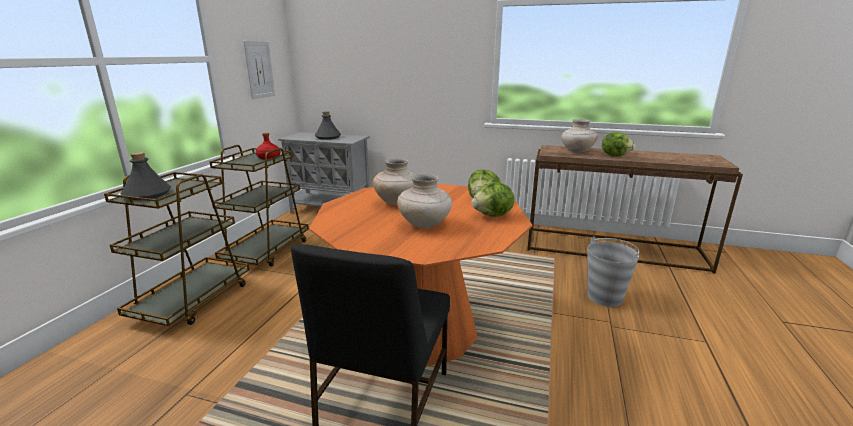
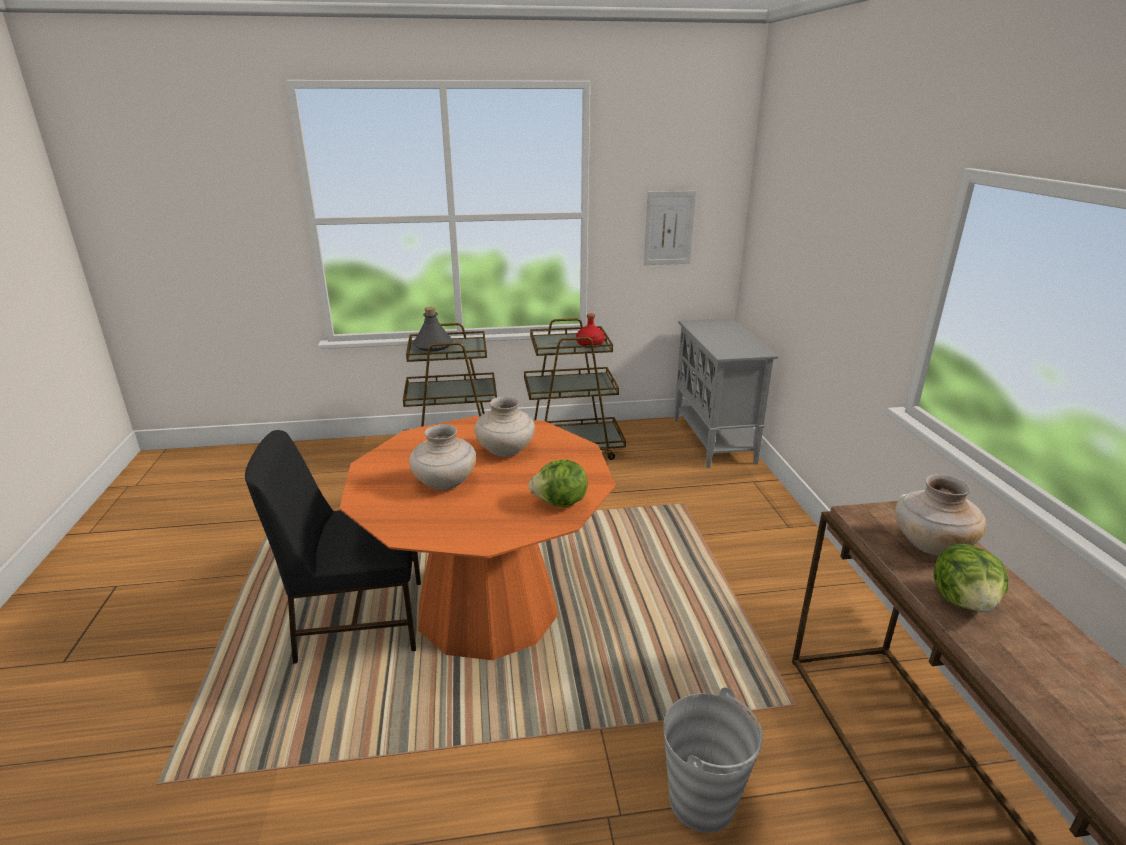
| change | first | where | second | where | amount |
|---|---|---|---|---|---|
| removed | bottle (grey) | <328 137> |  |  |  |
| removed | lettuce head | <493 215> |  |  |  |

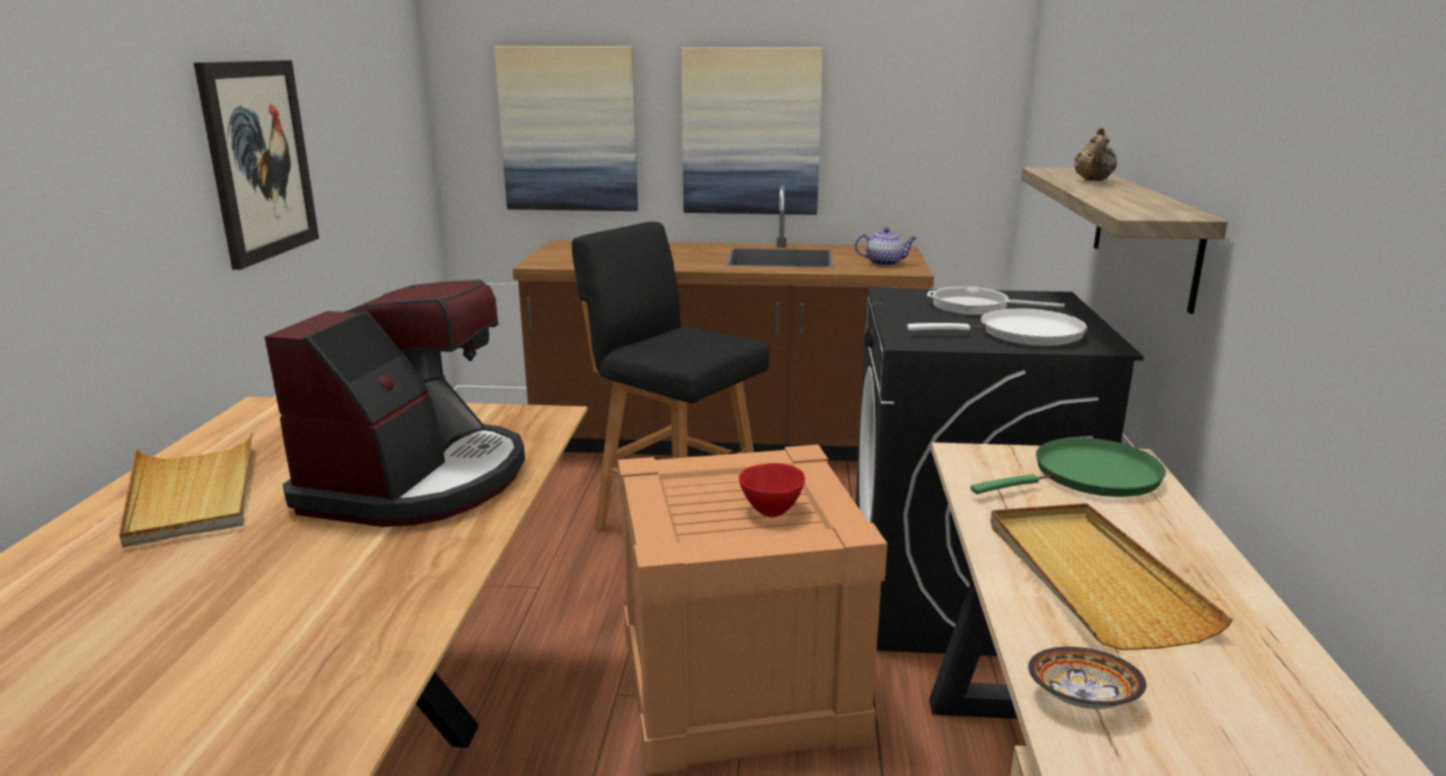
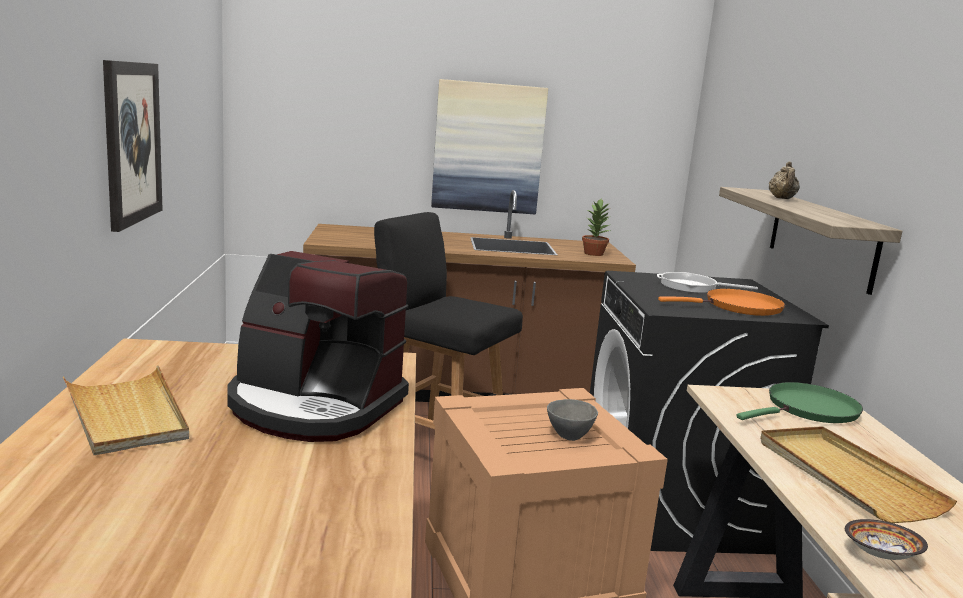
| change | first | where | second | where | amount |
|---|---|---|---|---|---|
| turned | coffee machine | <418 481> |  | <314 406> | 105 degrees clockwise |
| recoloured | bowl (red-coloured) | <771 511> | bowl (grey) | <569 436> |  |
| replaced | pot for tea | <885 263> | potted plant | <594 253> |  |
| recoloured | skillet (white-coloured) | <1023 334> | skillet (orange-coloured) | <738 307> |  |
| removed | wall art | <569 129> |  |  |  |

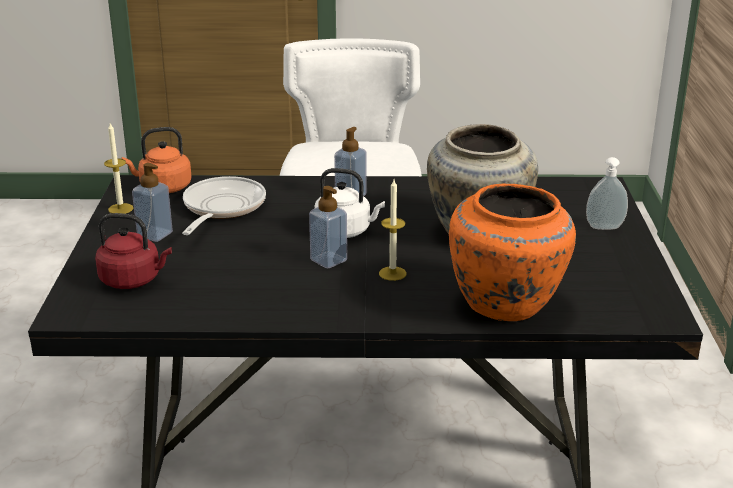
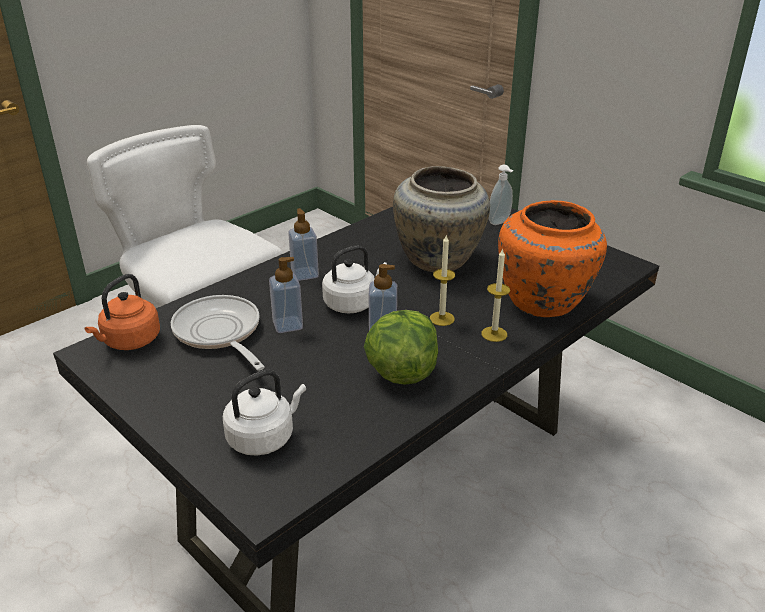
| change | first | where | second | where | amount |
|---|---|---|---|---|---|
| recoloured | kettle (red-coloured) | <133 280> | kettle (white-coloured) | <264 437> |  |
| moved | liquid soap bottle | <155 234> |  | <287 325> |  |
| added |  |  | lettuce head | <401 372> |  |
| moved | wax candle | <120 209> |  | <494 334> |  |

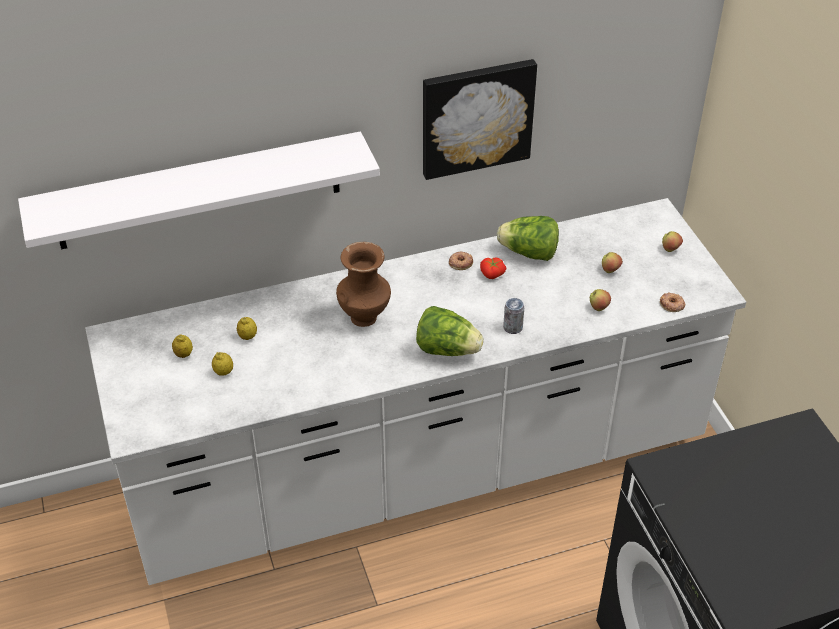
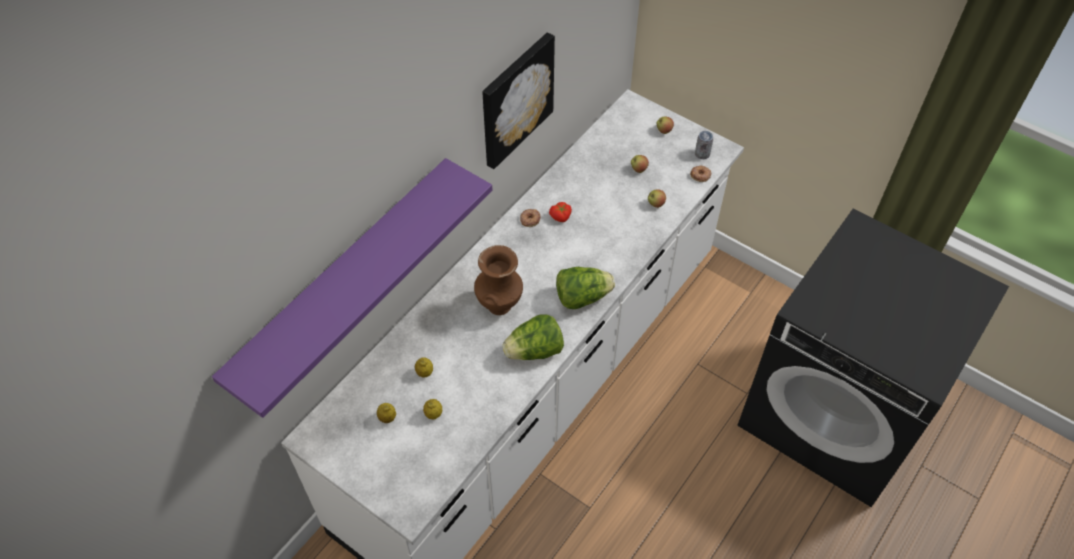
| change | first | where | second | where | amount |
|---|---|---|---|---|---|
| recoloured | bracket shelf (white-coloured) | <199 191> | bracket shelf (purple-coloured) | <343 278> |  |
| moved | lettuce head | <529 253> |  | <534 351> |  |
| moved | can | <512 328> |  | <702 154> |  |

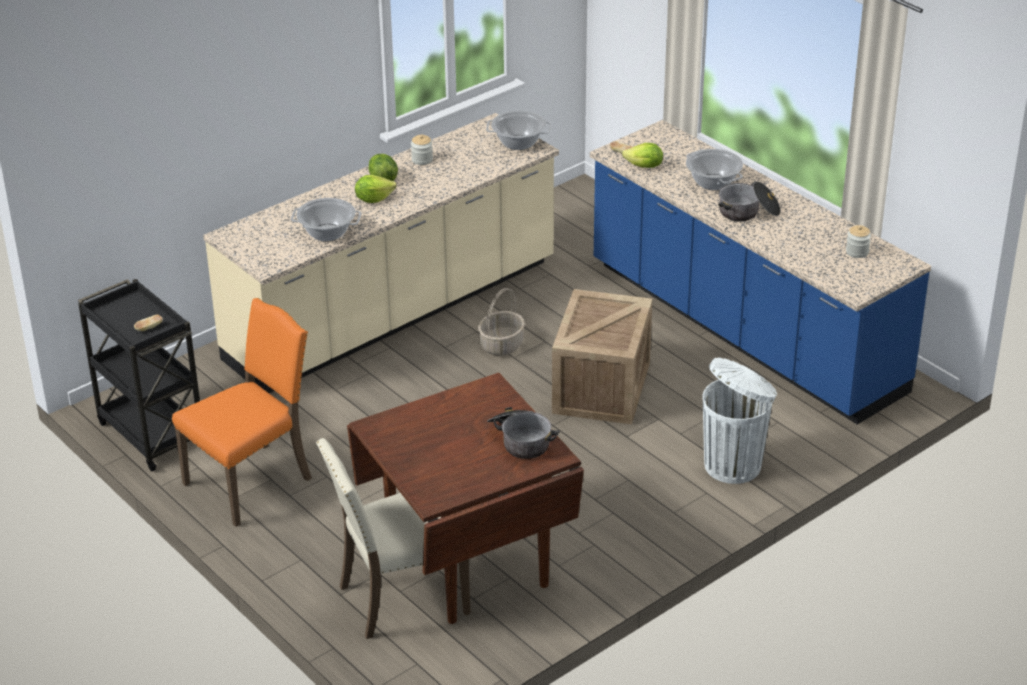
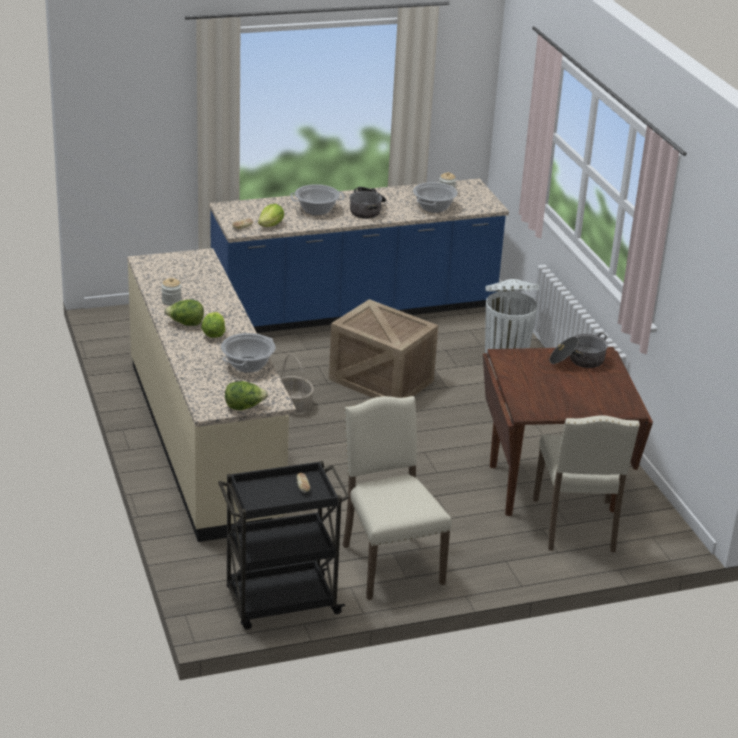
| change | first | where | second | where | amount |
|---|---|---|---|---|---|
| added |  |  | lettuce head | <244 407> |  |
| recoloured | chair (orange-coloured) | <252 481> | chair (beige) | <389 563> |  |
| moved | cooking pot | <518 143> |  | <434 207> |  |

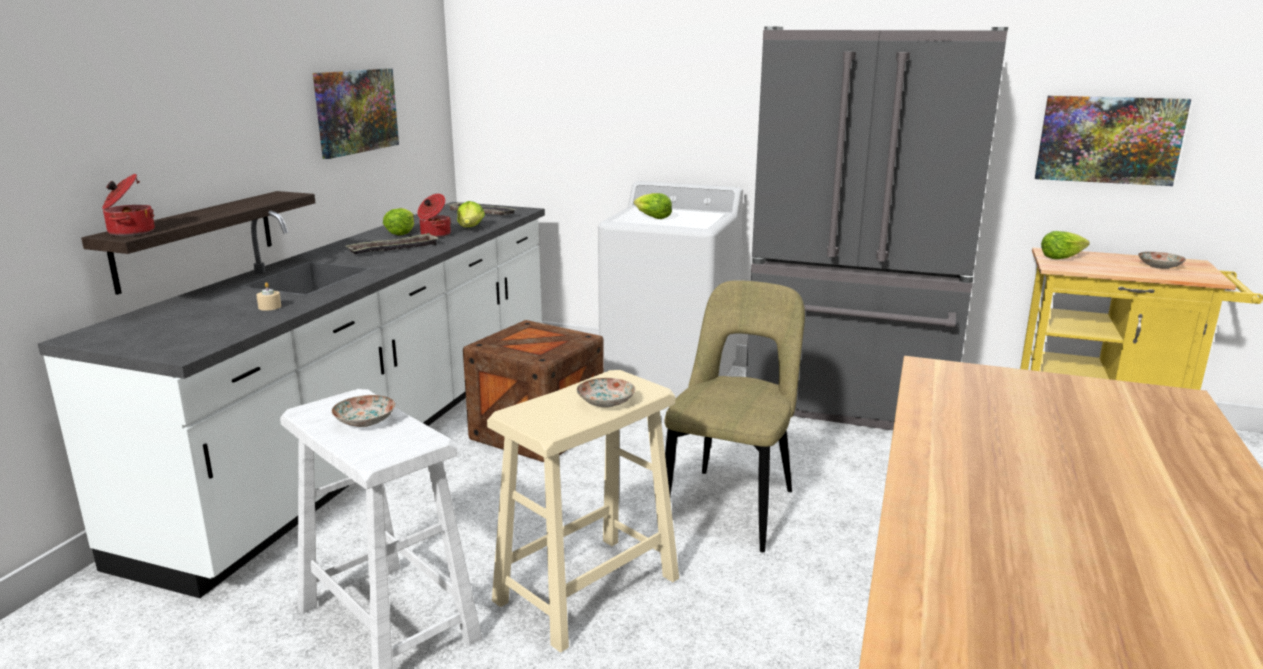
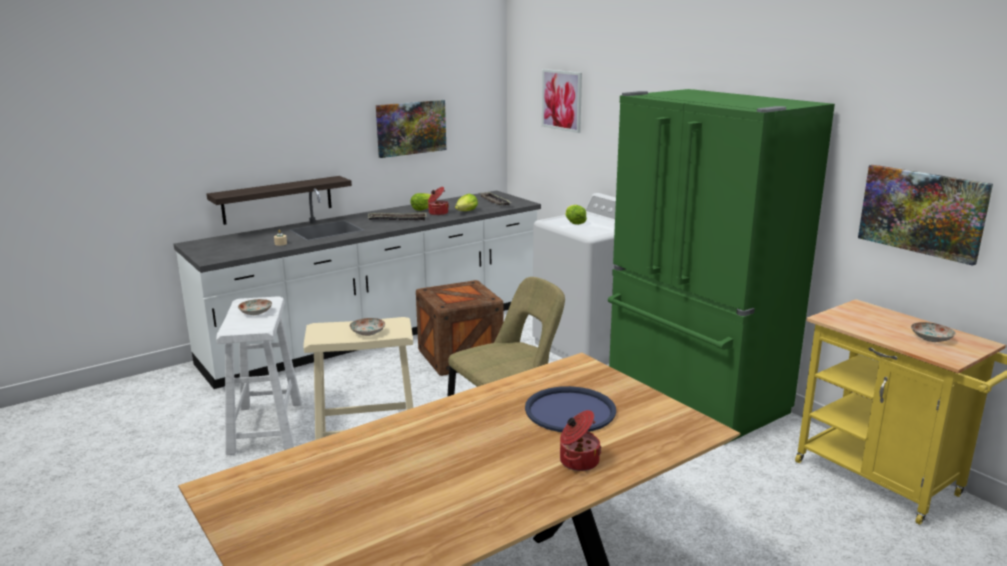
| change | first | where | second | where | amount |
|---|---|---|---|---|---|
| added |  |  | carrying tray (bluish) | <570 411> |  |
| added |  |  | wall art | <562 100> |  |
| moved | cooking pot | <130 232> |  | <578 461> |  |
| recoloured | kitchen fridge (grey) | <849 405> | kitchen fridge (green) | <693 399> |  |
| removed | lettuce head | <1061 257> |  |  |  |

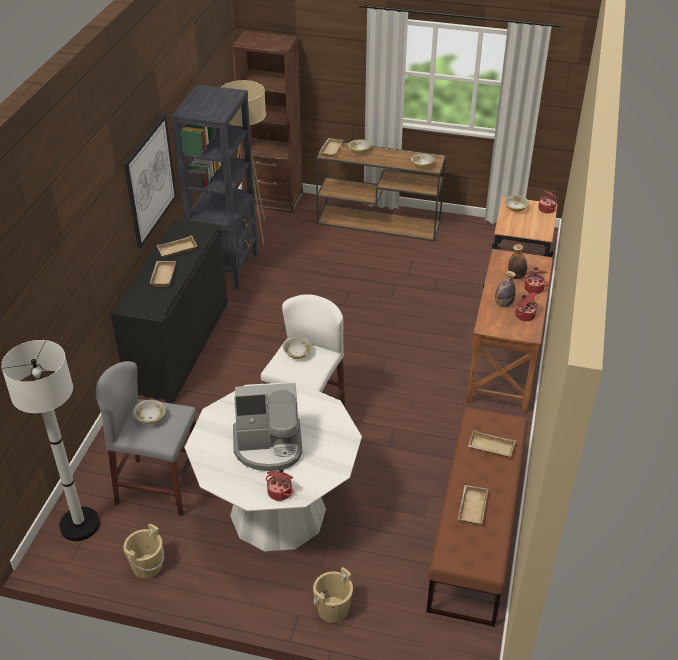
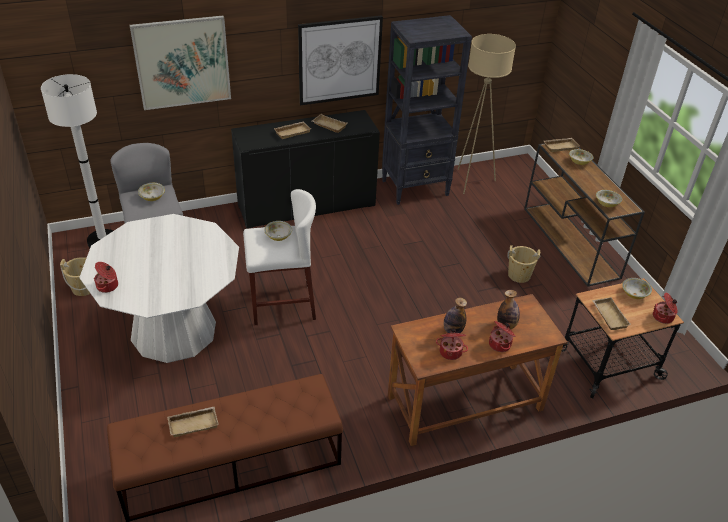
| change | first | where | second | where | amount |
|---|---|---|---|---|---|
| added |  |  | wall art | <182 62> |  |
| moved | bucket (beige) | <333 609> |  | <519 275> |  |
| moved | carrying tray (beige) | <490 448> |  | <608 316> |  |
| removed | bookshelf (brownish) | <273 199> |  |  |  |
| removed | coffee machine | <269 446> |  |  |  |

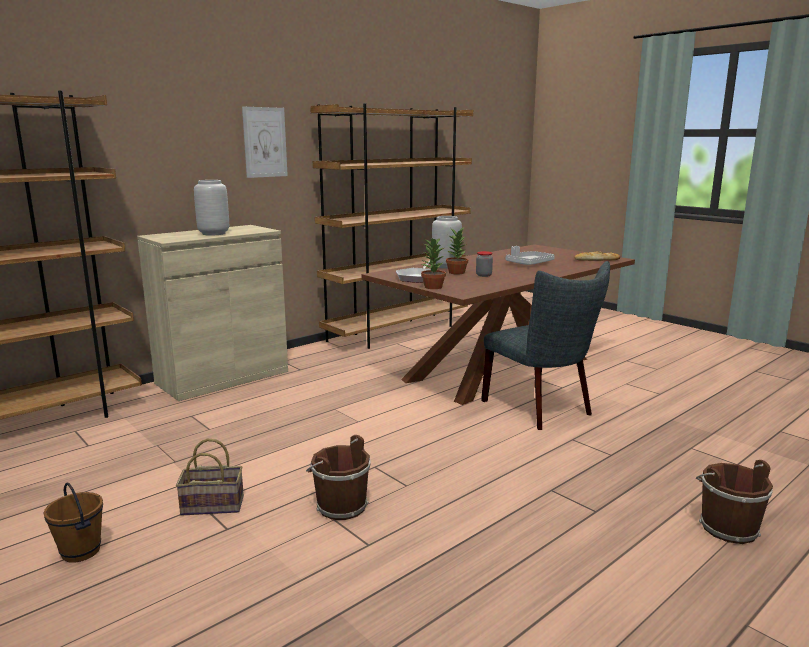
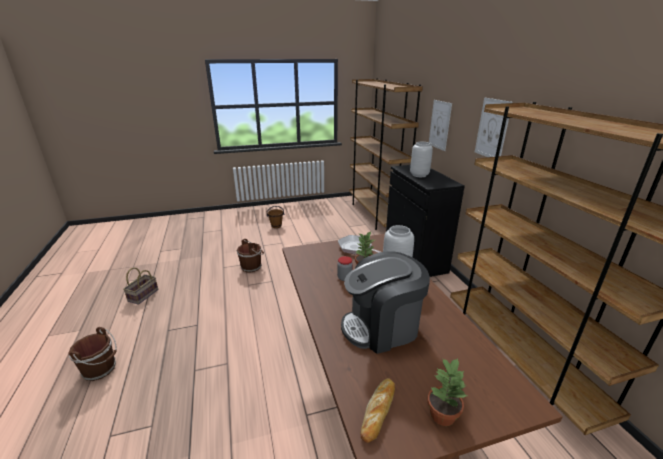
| change | first | where | second | where | amount |
|---|---|---|---|---|---|
| moved | storage basket | <214 505> |  | <143 296> |  |
| replaced | carrying tray (grey) | <529 264> | coffee machine | <382 327> |  |
| recoloured | storage cabinet (beige) | <223 377> | storage cabinet (black-coloured) | <414 257> |  |
| moved | potted plant | <432 287> |  | <442 414> |  |
| added |  |  | wall art | <439 125> |  |
| removed | chair (grey) | <542 409> |  |  |  |

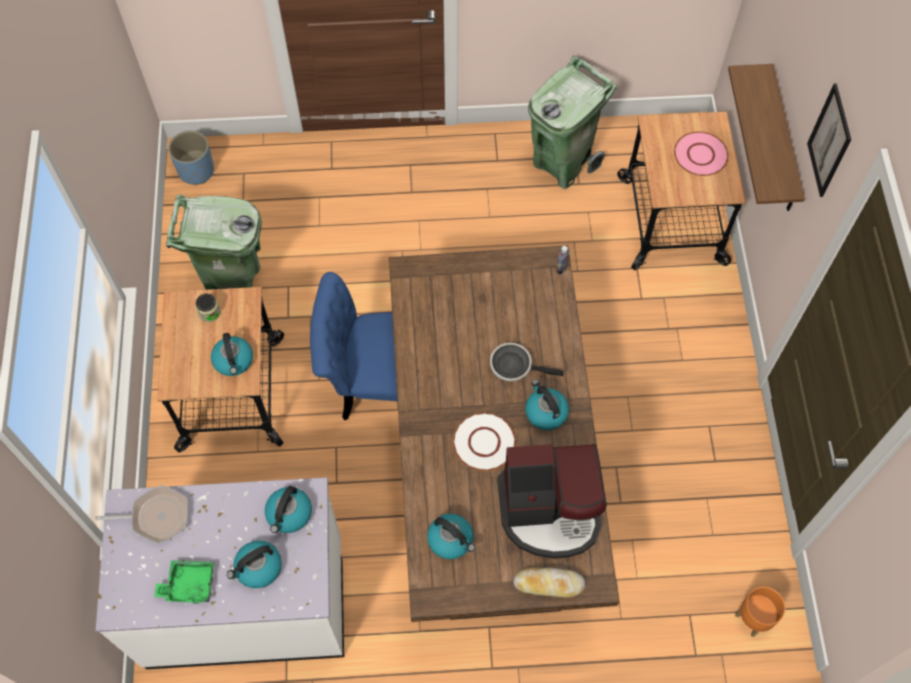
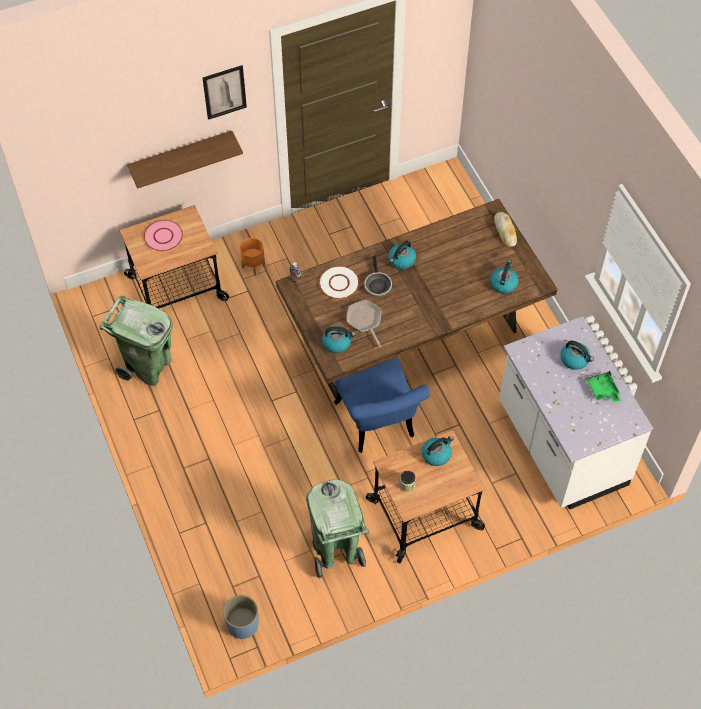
| change | first | where | second | where | amount |
|---|---|---|---|---|---|
| moved | plant pot (orange-coloured) | <754 619> |  | <253 265> |  |
| moved | plate (white-coloured) | <483 442> |  | <339 283> |  |
| moved | kettle | <289 514> |  | <337 342> |  |
| moved | skillet | <156 517> |  | <365 321> |  |
| removed | coffee machine | <550 511> |  |  |  |

